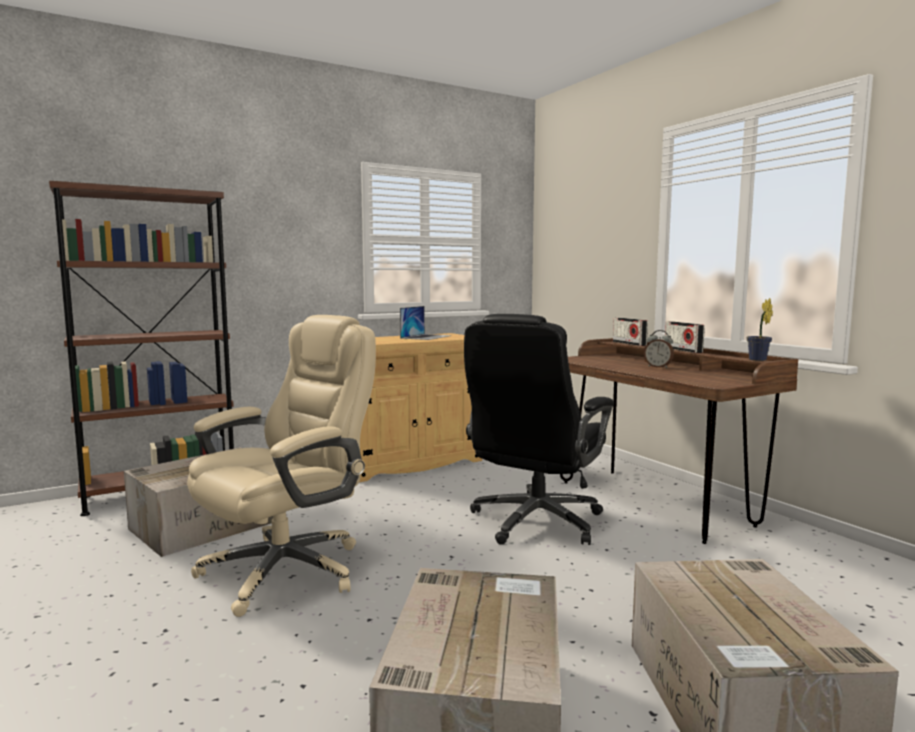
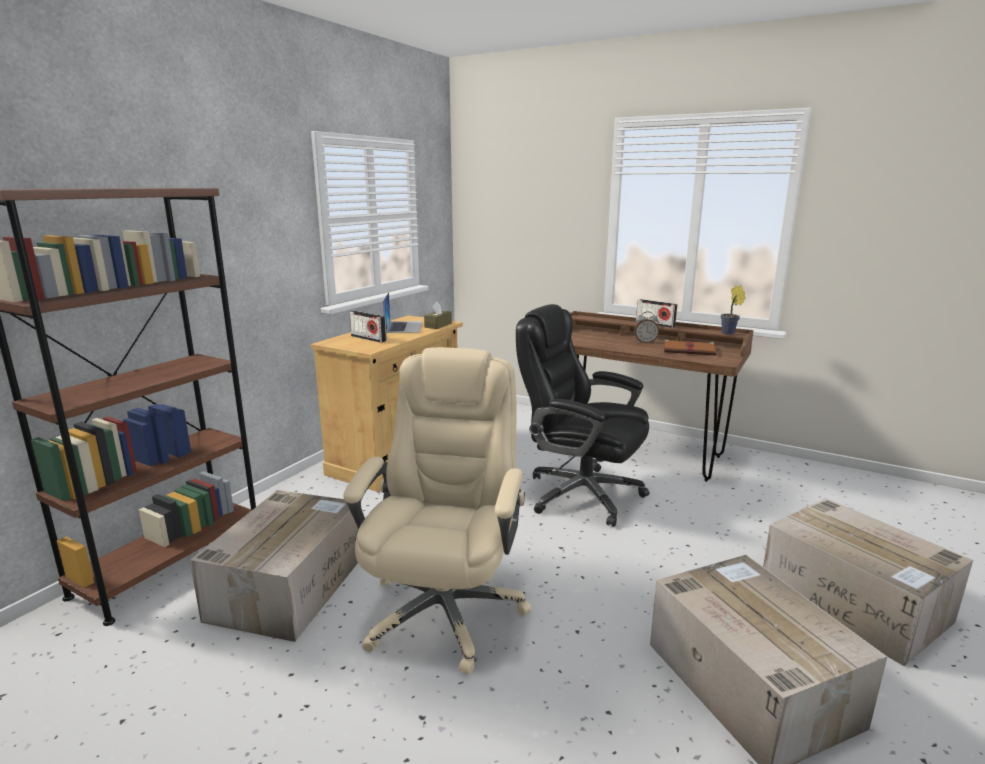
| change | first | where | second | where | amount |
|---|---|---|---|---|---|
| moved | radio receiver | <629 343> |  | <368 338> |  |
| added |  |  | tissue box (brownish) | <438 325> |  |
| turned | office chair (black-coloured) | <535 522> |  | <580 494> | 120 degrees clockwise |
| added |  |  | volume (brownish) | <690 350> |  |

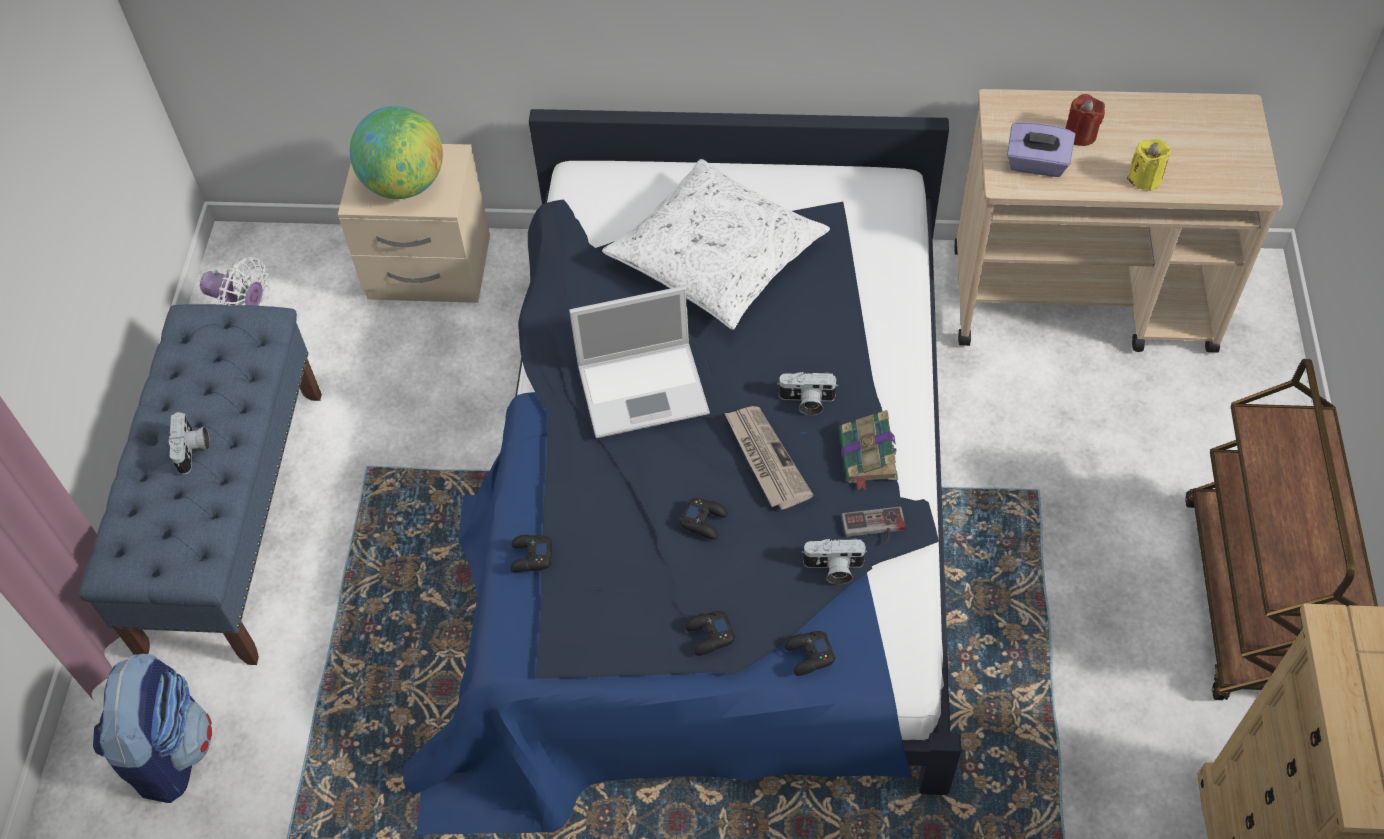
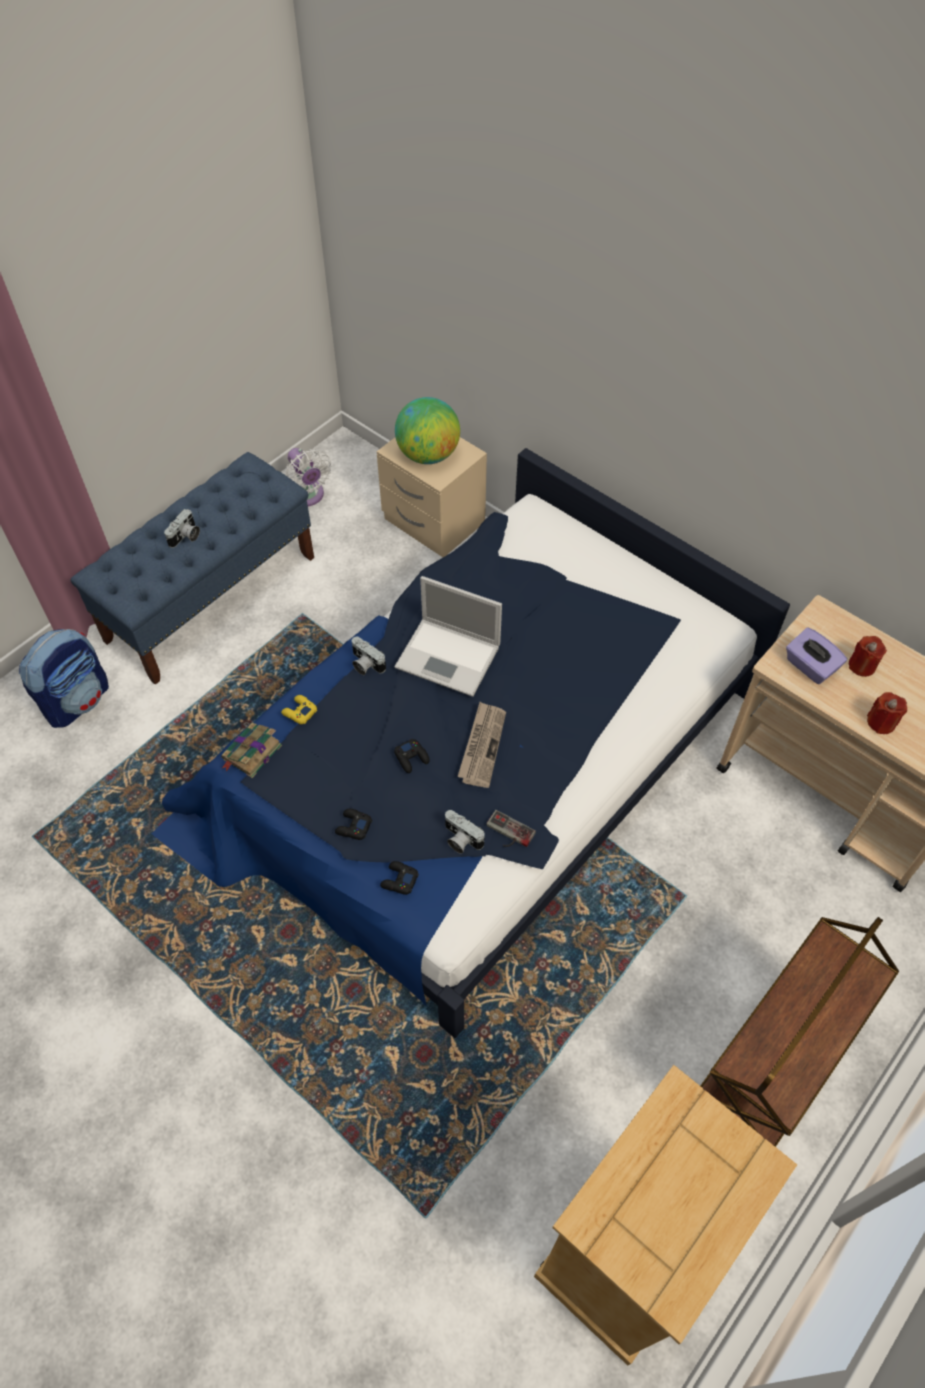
| change | first | where | second | where | amount |
|---|---|---|---|---|---|
| moved | volume | <868 457> |  | <251 753> |  |
| recoloured | game controller (black-coloured) | <531 557> | game controller (yellow) | <299 712> |  |
| moved | photo camera | <806 402> |  | <365 664> |  |
| recoloured | wax candle (yellow) | <1144 178> | wax candle (red-coloured) | <881 722> |  |
| removed | throw pillow (white-coloured) | <716 257> |  |  |  |

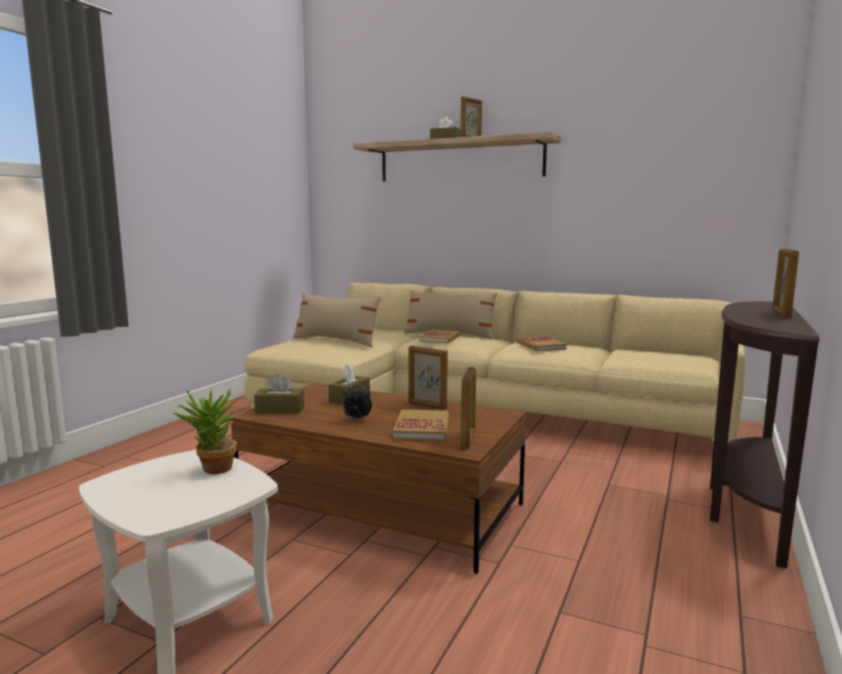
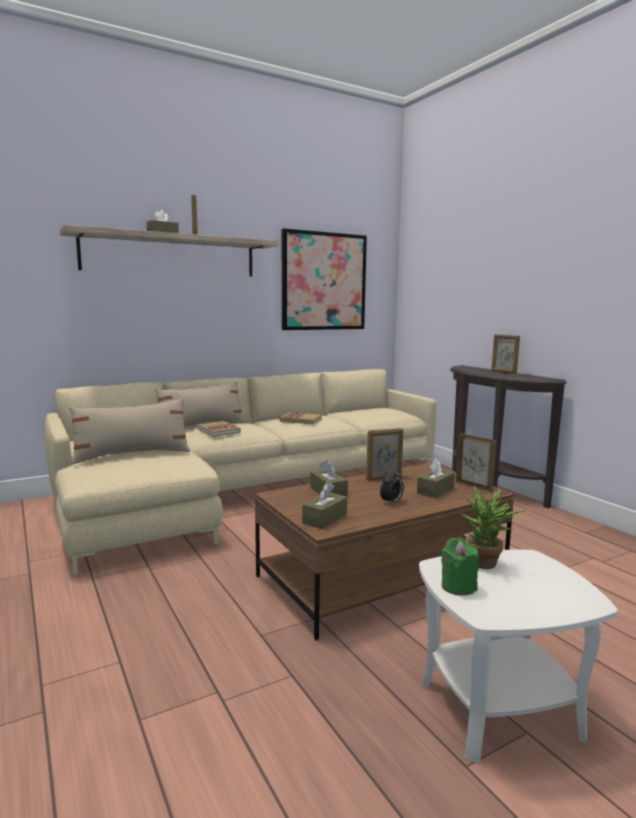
| change | first | where | second | where | amount |
|---|---|---|---|---|---|
| added |  |  | wall art | <324 281> |  |
| replaced | volume | <422 428> | tissue box (brownish) | <435 491> |  |
| added |  |  | wax candle (green) | <458 587> |  |

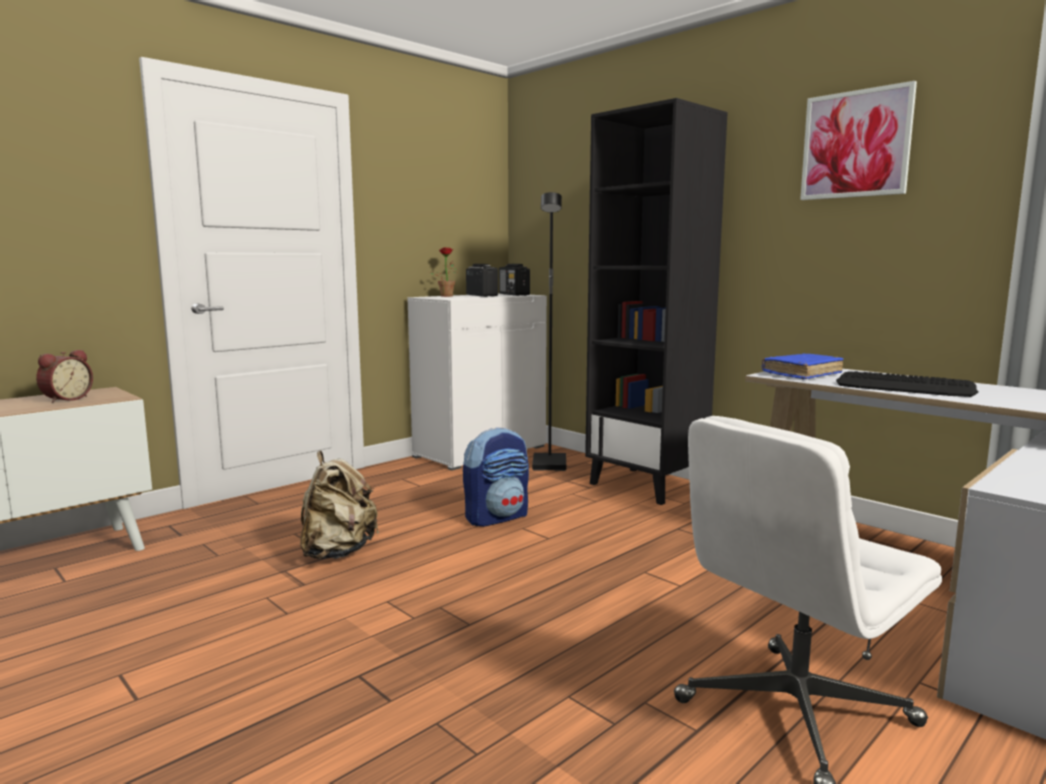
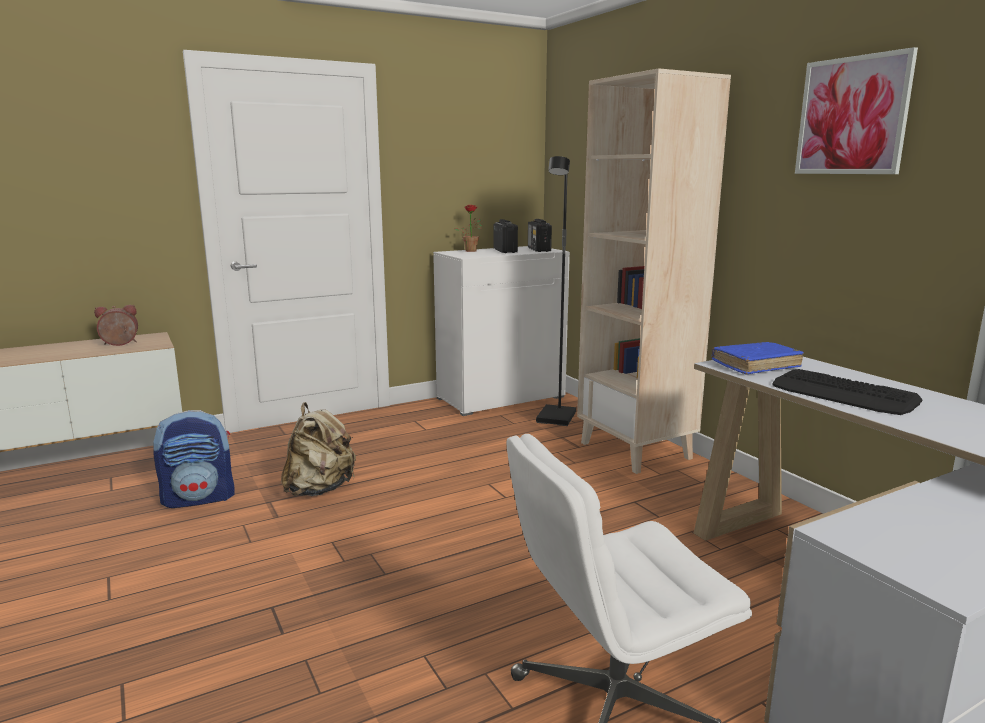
| change | first | where | second | where | amount |
|---|---|---|---|---|---|
| turned | table clock | <66 399> |  | <120 344> | 150 degrees counterclockwise |
| moved | knapsack | <497 517> |  | <200 498> |  |
| recoloured | bookshelf (black-coloured) | <647 485> | bookshelf (beige) | <636 450> |  |

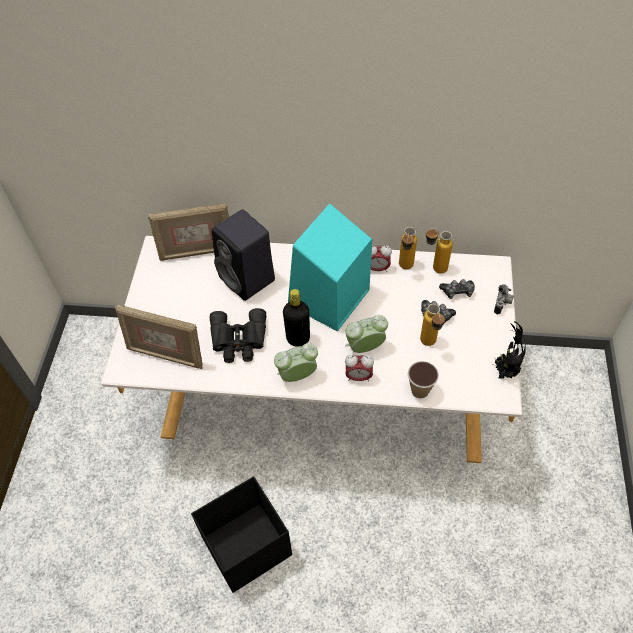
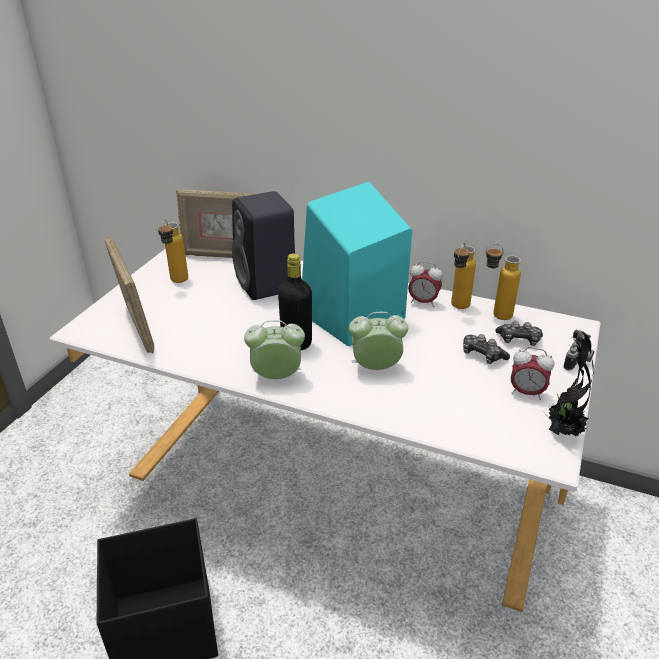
| change | first | where | second | where | amount |
|---|---|---|---|---|---|
| turned | picture frame | <166 355> |  | <136 328> | 150 degrees counterclockwise |
| moved | bottle | <429 345> |  | <177 283> |  |
| moved | table clock | <358 377> |  | <526 393> |  |
| removed | binoculars (black-coloured) | <239 340> |  |  |  |
| removed | cup | <420 390> |  |  |  |

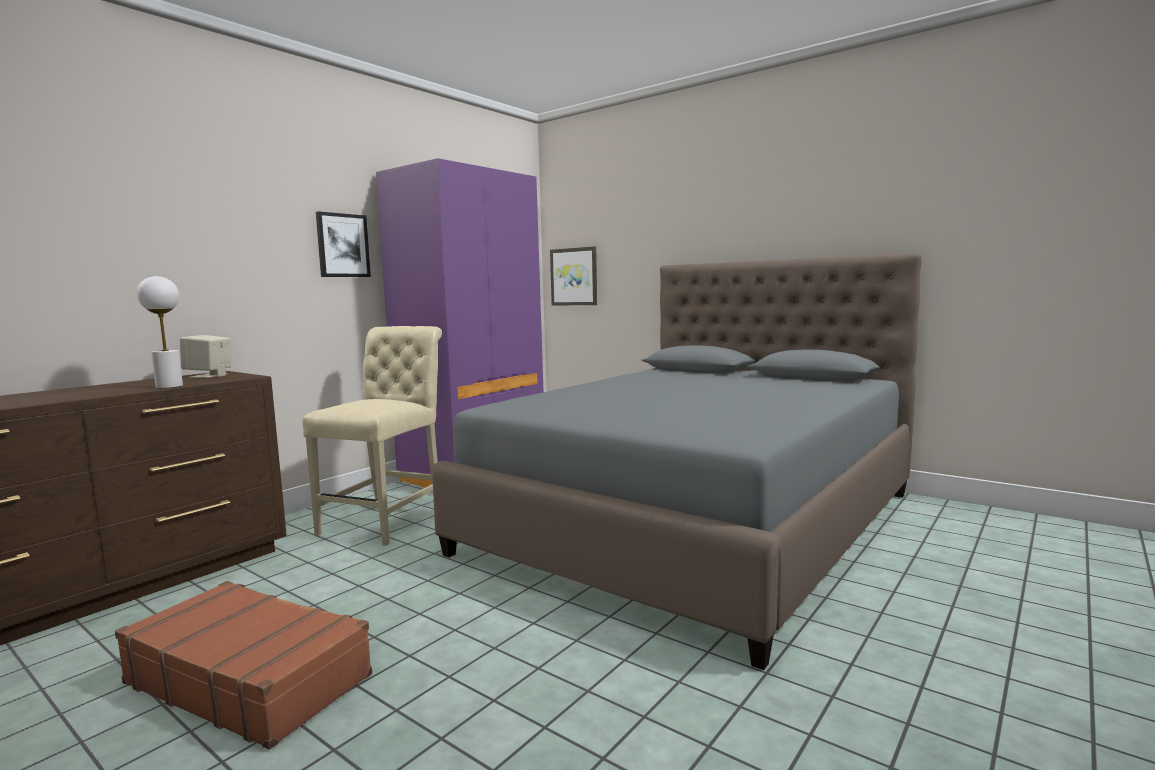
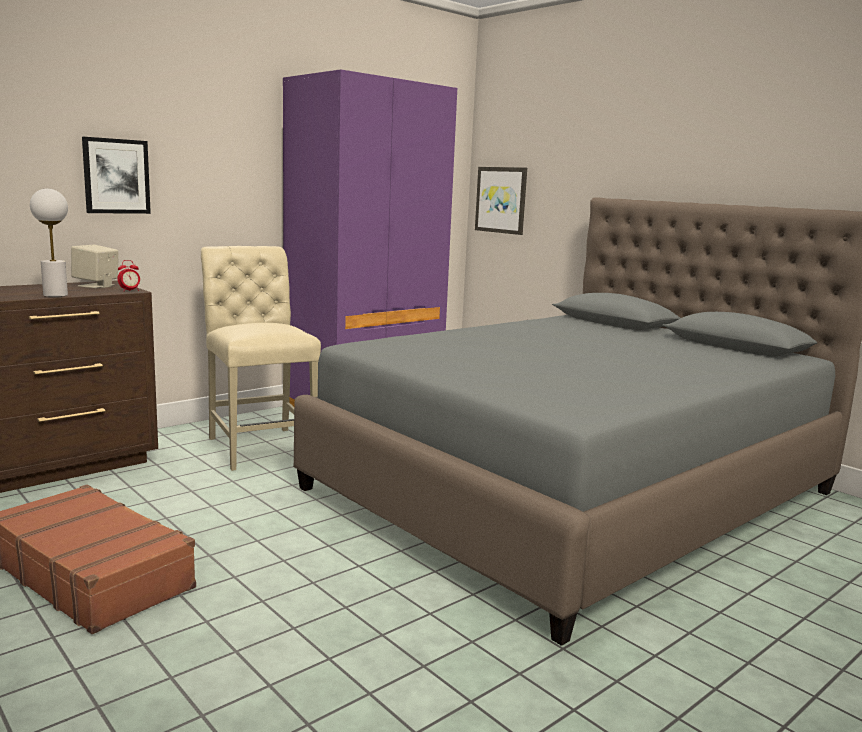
| change | first | where | second | where | amount |
|---|---|---|---|---|---|
| moved | wall art | <342 245> |  | <116 176> |  |
| added |  |  | table clock | <130 290> |  |
| turned | chair (beige) | <387 520> |  | <260 445> | 60 degrees counterclockwise |

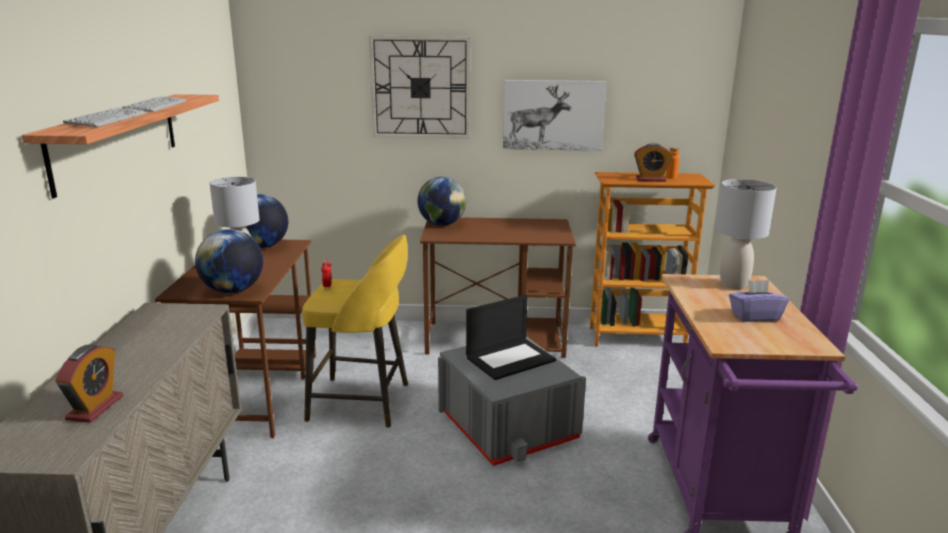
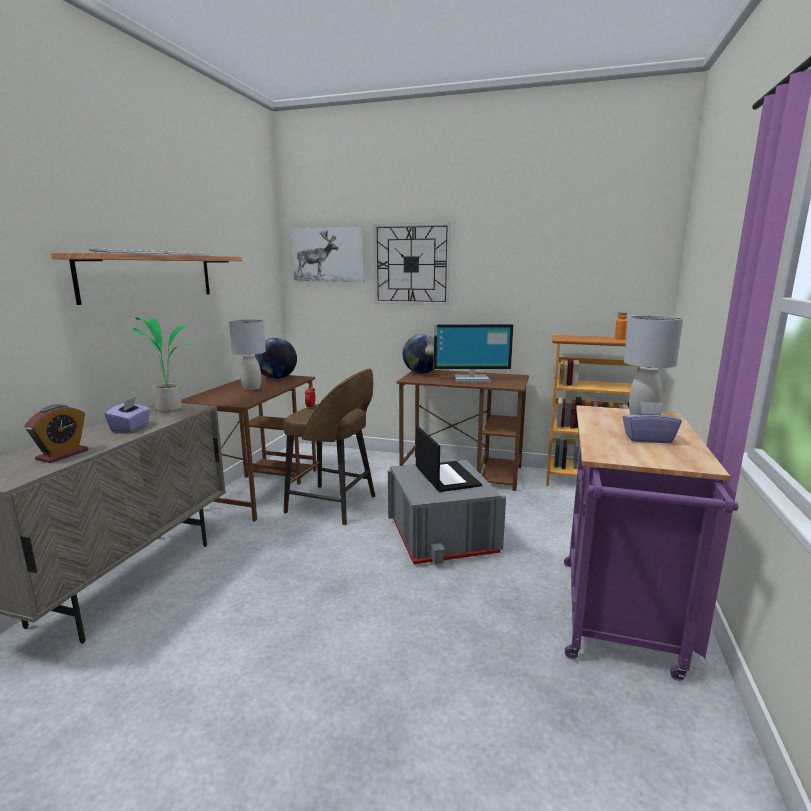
| change | first | where | second | where | amount |
|---|---|---|---|---|---|
| added |  |  | tissue box (purple-coloured) | <131 428> |  |
| added |  |  | potted plant | <169 408> |  |
| recoloured | stool seat (yellow) | <362 402> | stool seat (brownish) | <333 505> |  |
| moved | wall art | <553 115> |  | <328 254> |  |
| turned | laptop | <510 358> |  | <446 476> | 90 degrees counterclockwise |
| added |  |  | monitor | <471 379> |  |
| removed | world globe | <233 291> |  |  |  |
| removed | table clock | <650 179> |  |  |  |

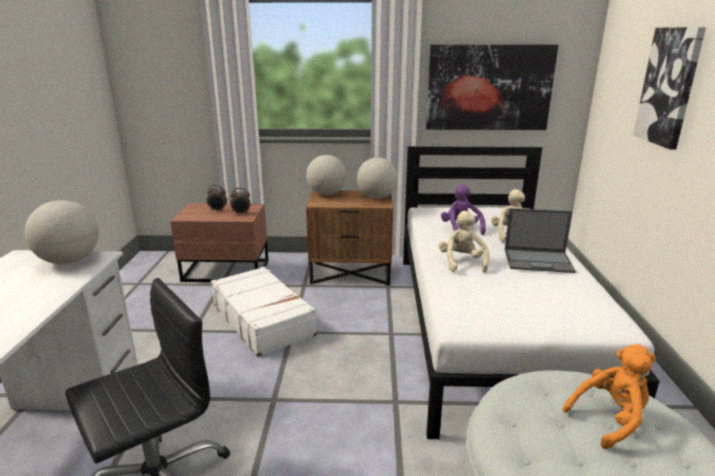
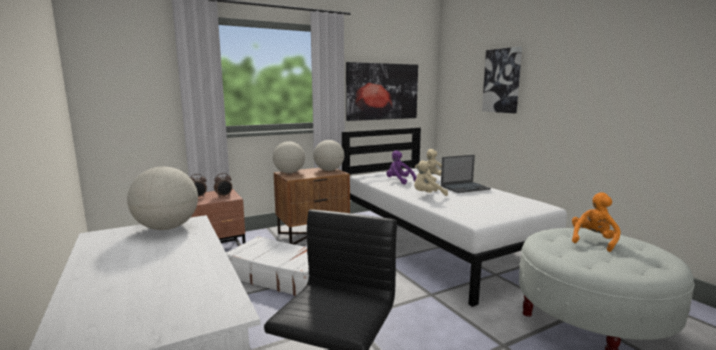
| change | first | where | second | where | amount |
|---|---|---|---|---|---|
| turned | cuddly toy (beige) | <462 263> |  | <427 195> | 75 degrees counterclockwise |

